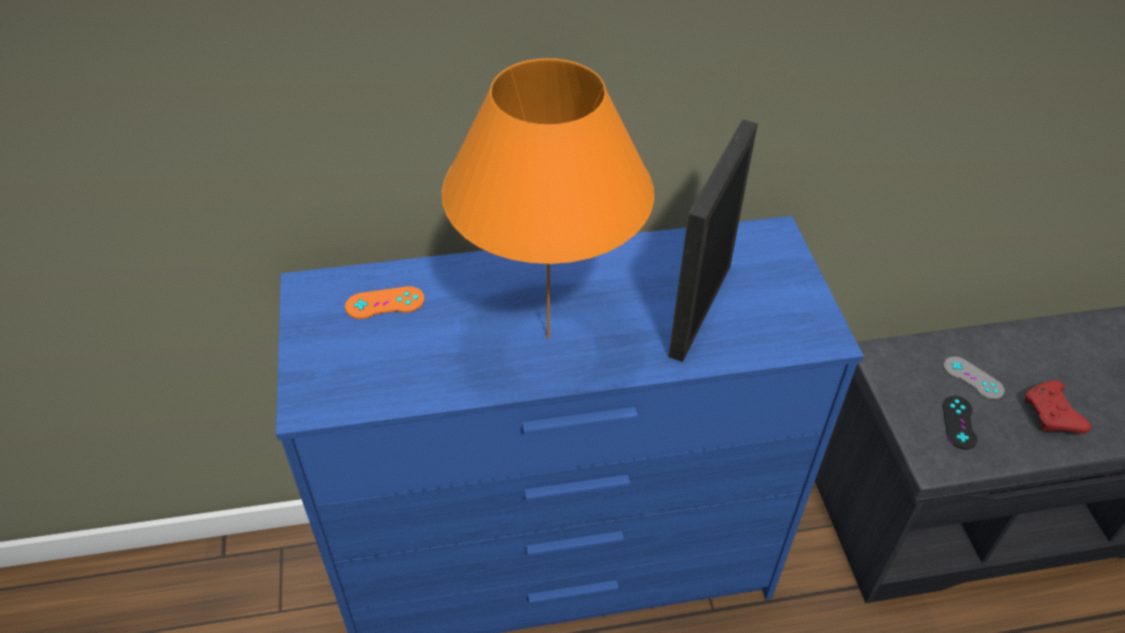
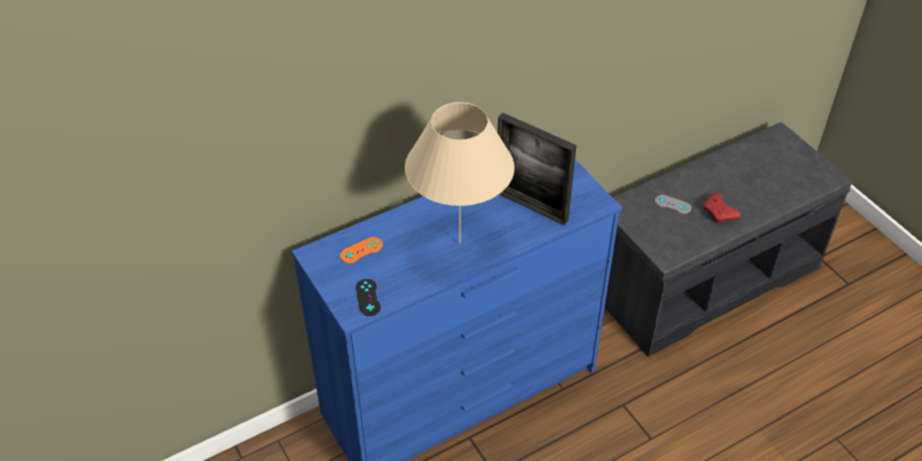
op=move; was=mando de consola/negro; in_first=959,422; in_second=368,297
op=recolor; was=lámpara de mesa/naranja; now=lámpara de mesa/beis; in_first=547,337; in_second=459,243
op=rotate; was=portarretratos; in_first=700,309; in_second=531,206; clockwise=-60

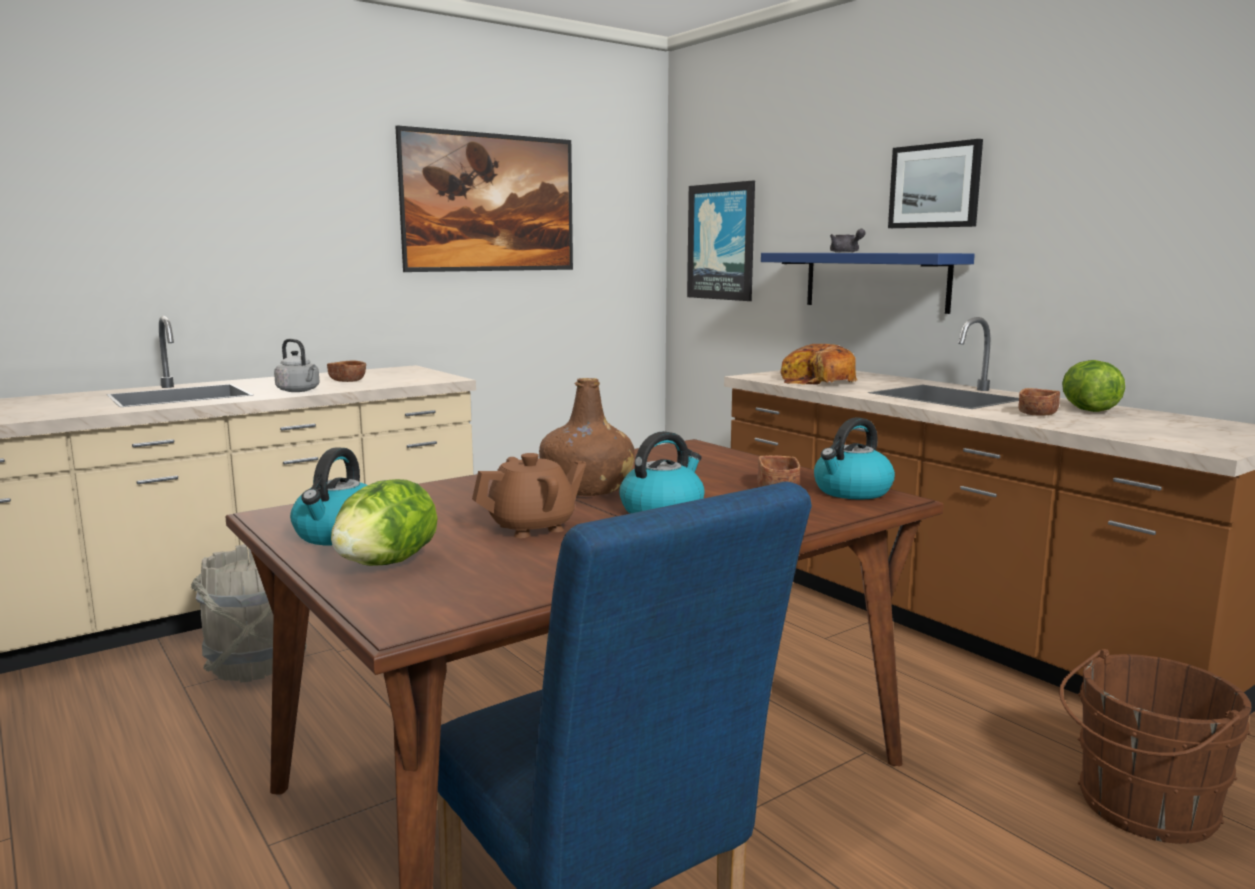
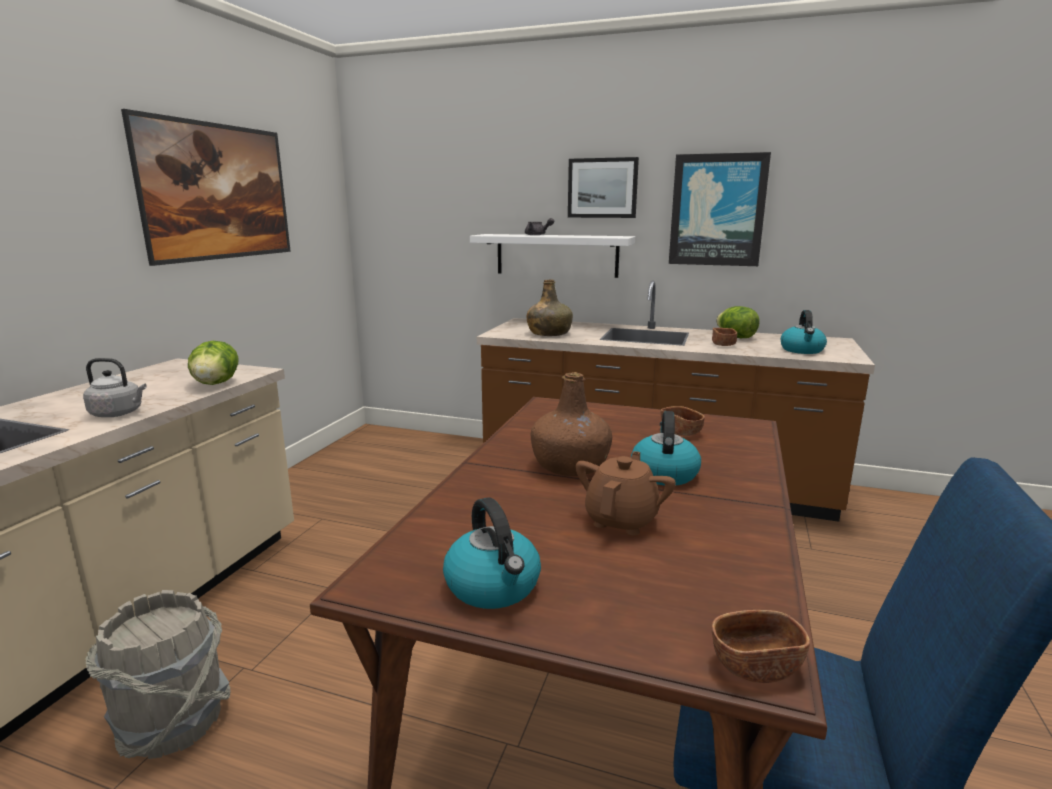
op=delete; was=cubo/marrón; in_first=1140,808
op=move; was=cuenco/marrón; in_first=347,381; in_second=756,665
op=move; was=lechuga; in_first=386,563; in_second=216,383
op=move; was=cuadro; in_first=721,242; in_second=717,210
op=move; was=hervidor; in_first=852,491; in_second=802,350
op=replace; was=pan; now=botella/verde; in_first=818,382; in_second=549,333
op=recolor; was=estante/azul; now=estante/blanco; in_first=875,281; in_second=556,255

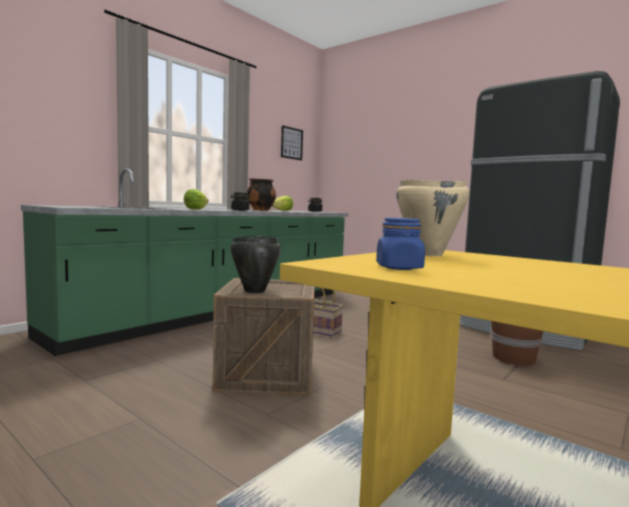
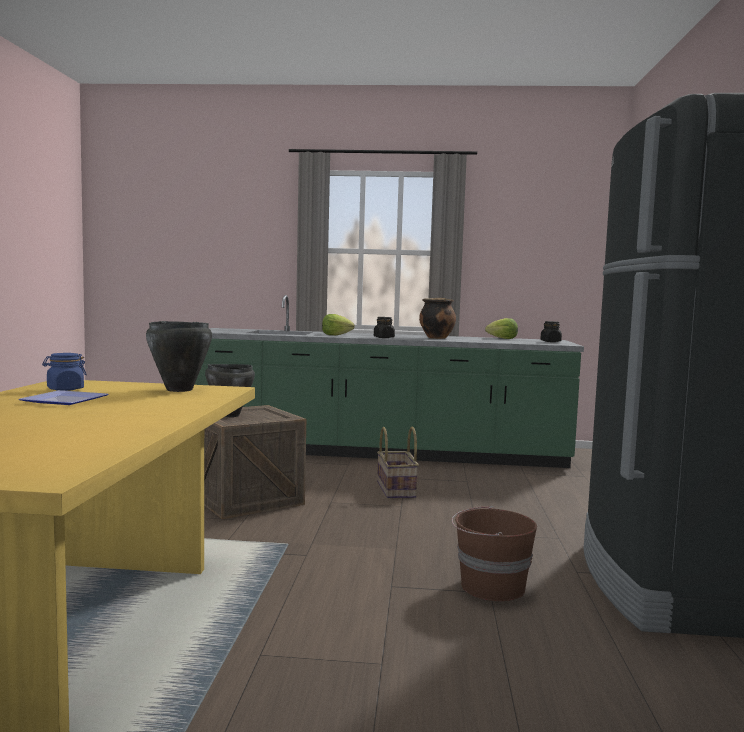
op=delete; was=cuadro; in_first=291,143
op=insert; now=plato; in_second=68,401
op=recolor; was=olla/beis; now=olla/negro; in_first=429,254; in_second=179,390

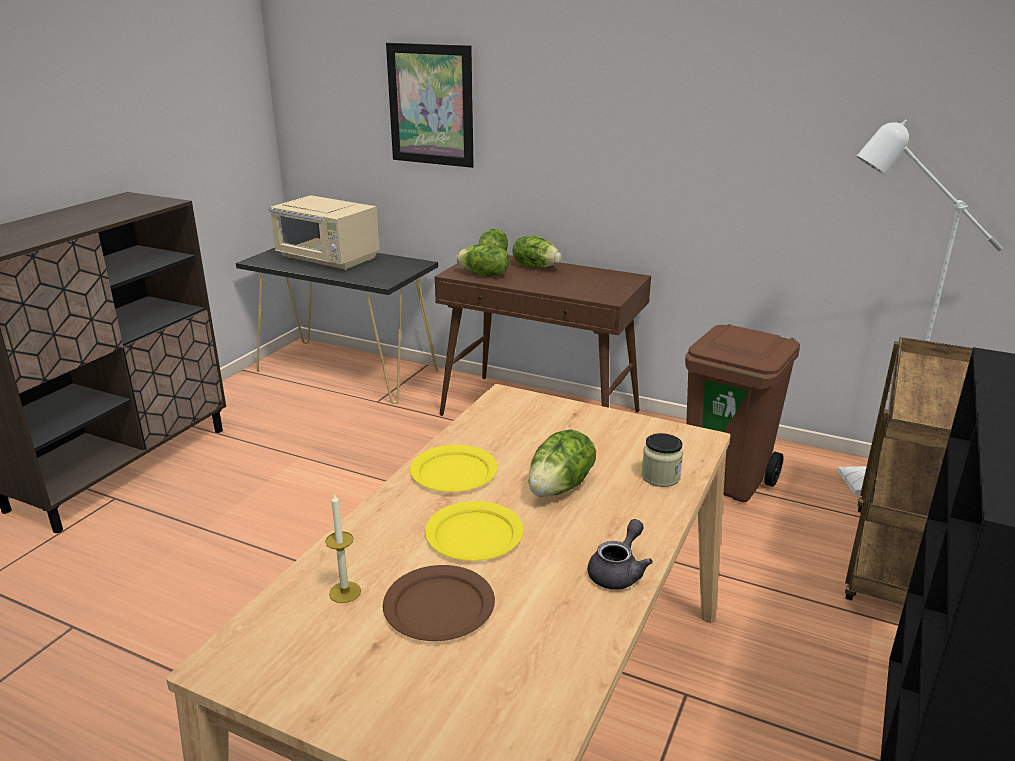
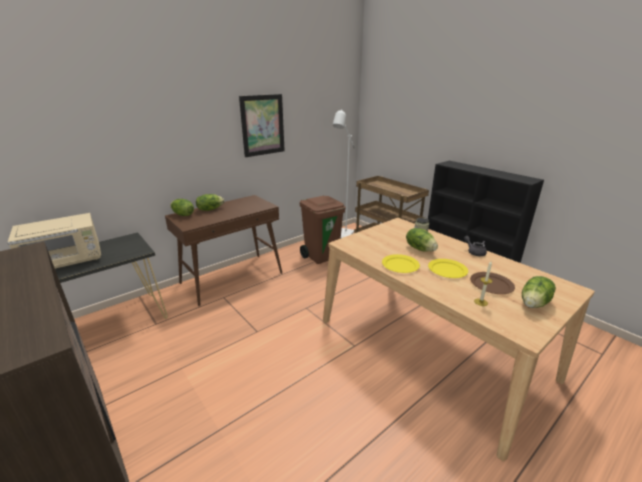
op=move; was=cuadro; in_first=431,105; in_second=262,125
op=move; was=lechuga; in_first=484,275; in_second=534,303

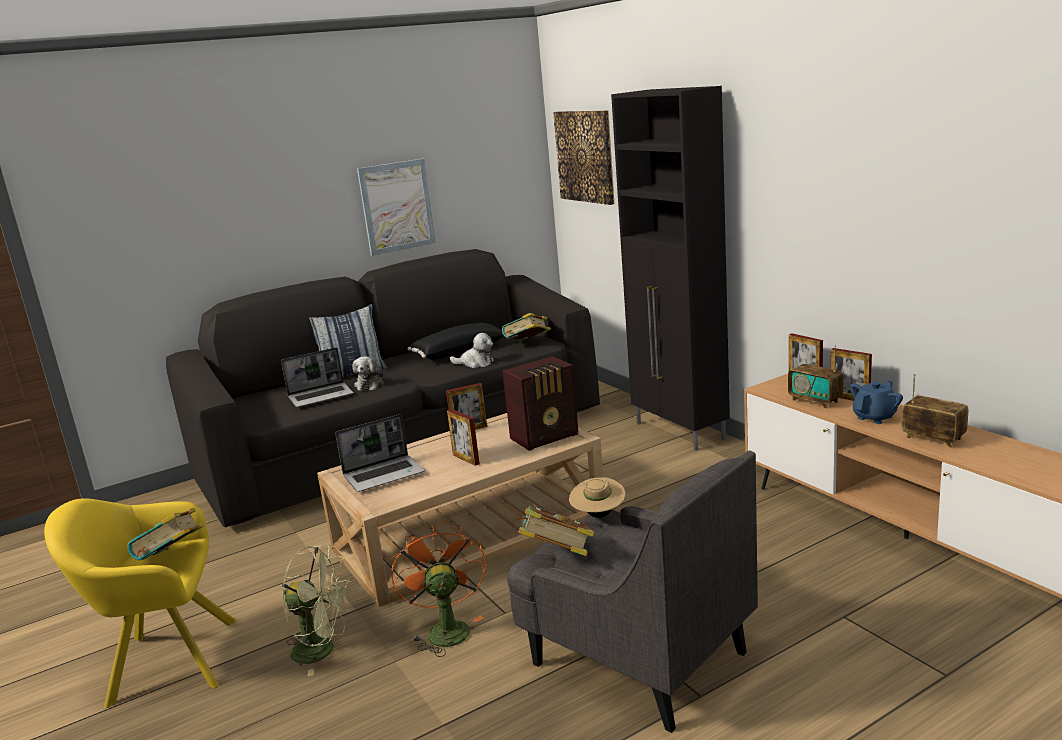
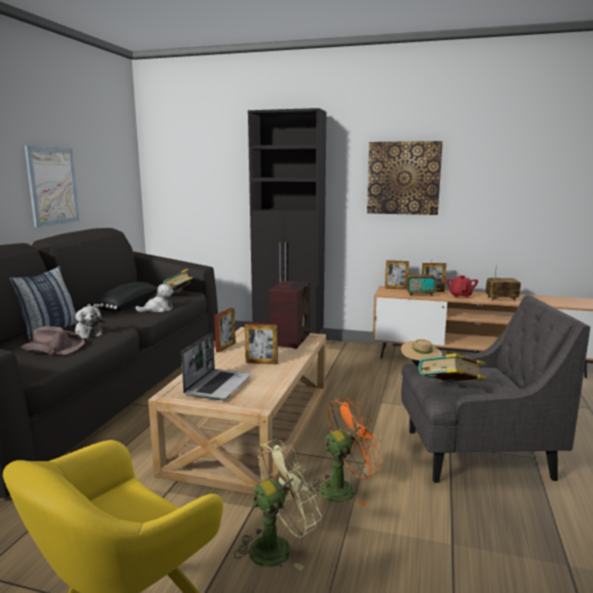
op=delete; was=libro; in_first=173,559
op=move; was=cuadro; in_first=585,156; in_second=403,178
op=replace; was=portátil; now=sombrero/marrón; in_first=321,396; in_second=52,347
op=recolor; was=tetera/azul; now=tetera/rojo; in_first=875,417; in_second=460,296
op=rotate; was=ventilador/naranja; in_first=445,629; in_second=344,488; clockwise=120

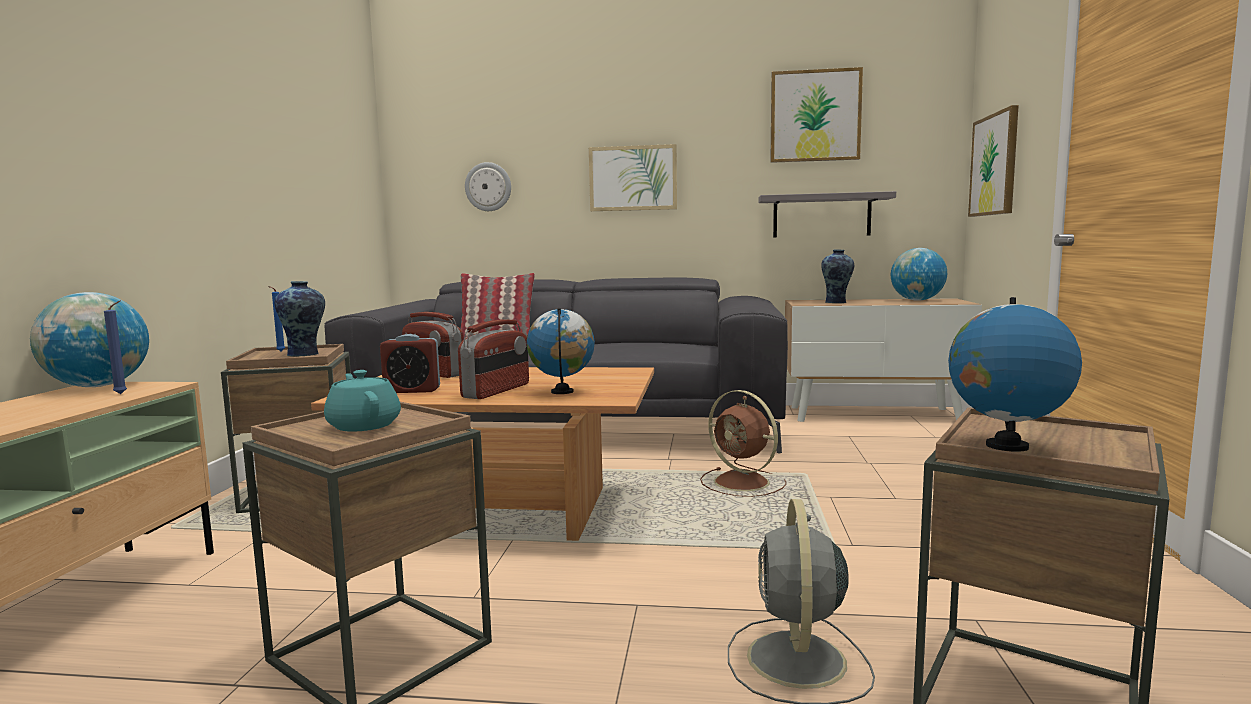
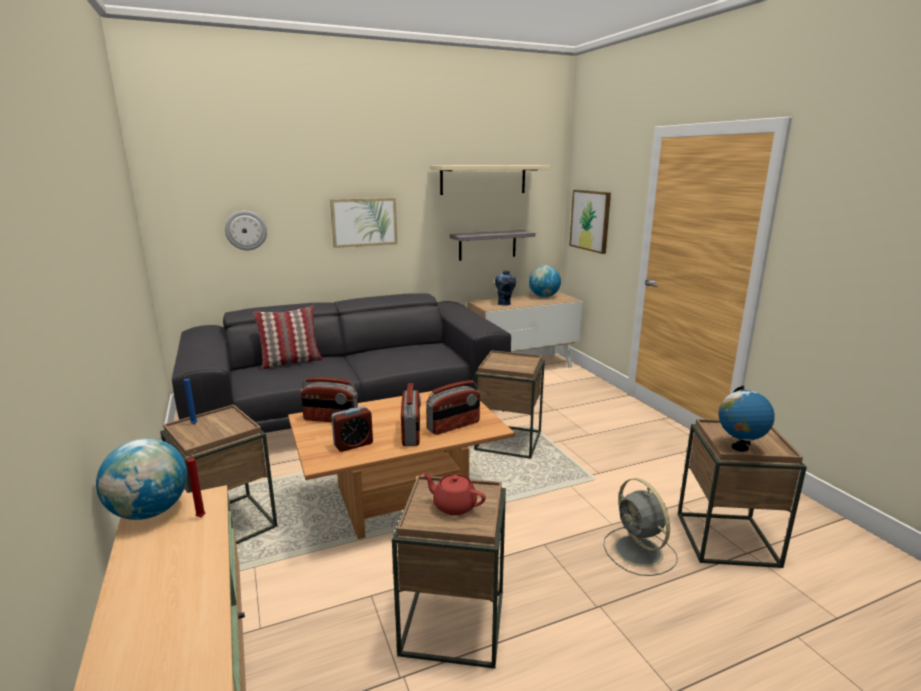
op=delete; was=florero; in_first=305,354
op=replace; was=globo terráqueo; now=radio; in_first=562,392; in_second=454,426
op=replace; was=ventilador/marrón; now=mesa auxiliar/marrón; in_first=743,483; in_second=508,441
op=replace; was=cuadro; now=estante/beis; in_first=815,116; in_second=483,179
op=recolor; was=vela/azul; now=vela/rojo; in_first=123,394; in_second=202,516
op=recolor; was=tetera/turquesa; now=tetera/rojo; in_first=364,425; in_second=454,505

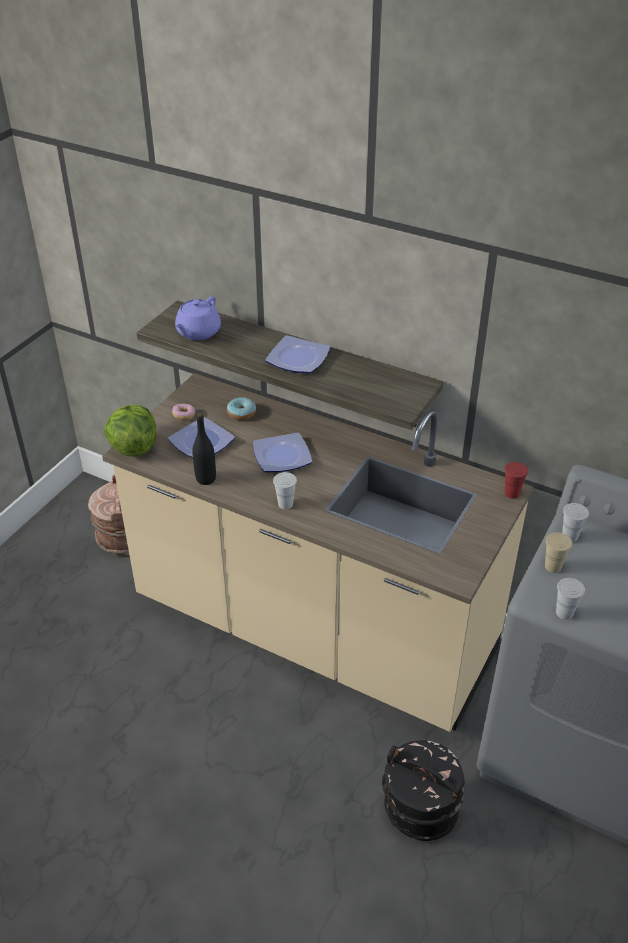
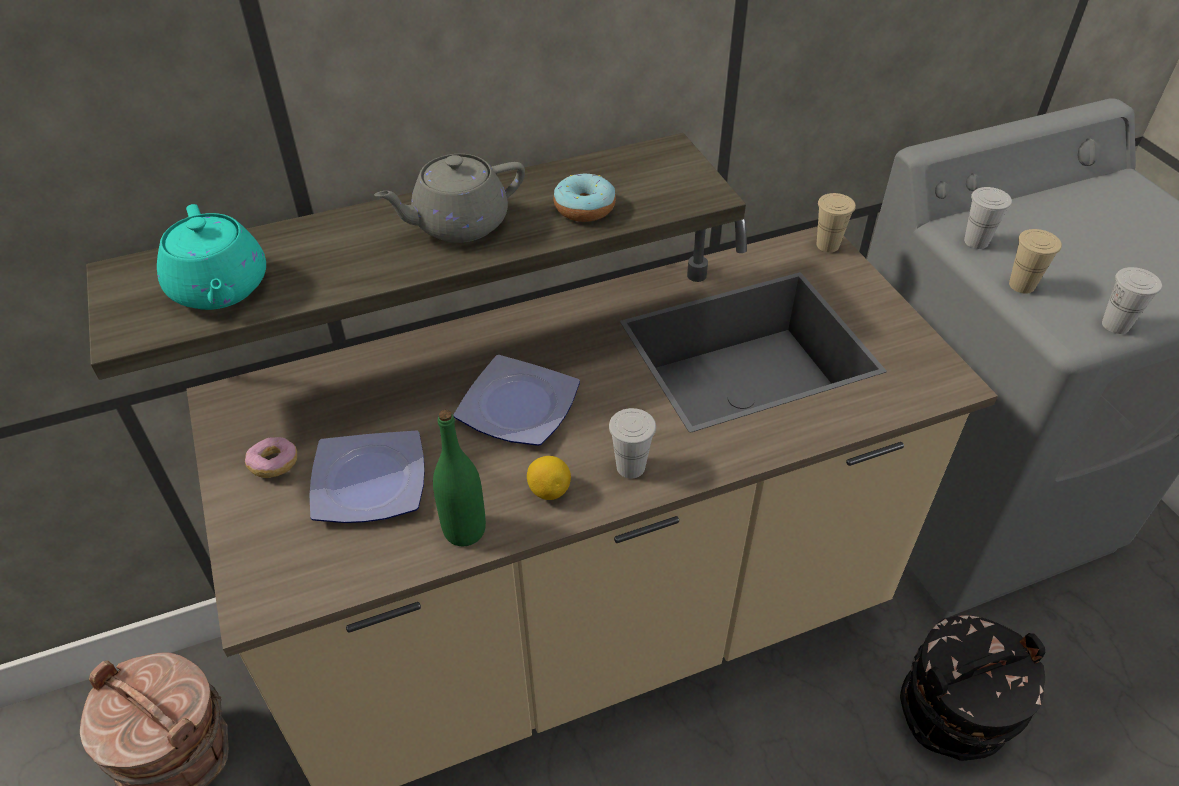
op=delete; was=lechuga; in_first=133,447
op=insert; now=limón; in_second=549,490
op=move; was=rosquilla; in_first=241,413; in_second=584,208
op=replace; was=plato; now=tetera/gris; in_first=298,359; in_second=458,224
op=recolor; was=tetera/morado; now=tetera/turquesa; in_first=198,332; in_second=220,289
op=recolor; was=botella/negro; now=botella/verde; in_first=206,479; in_second=464,530
op=recolor; was=taza/rojo; now=taza/beis; in_first=512,493; in_second=827,245

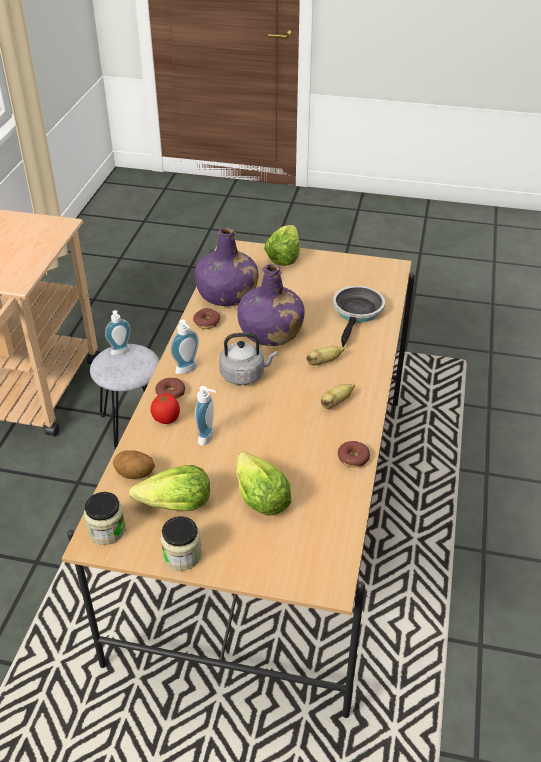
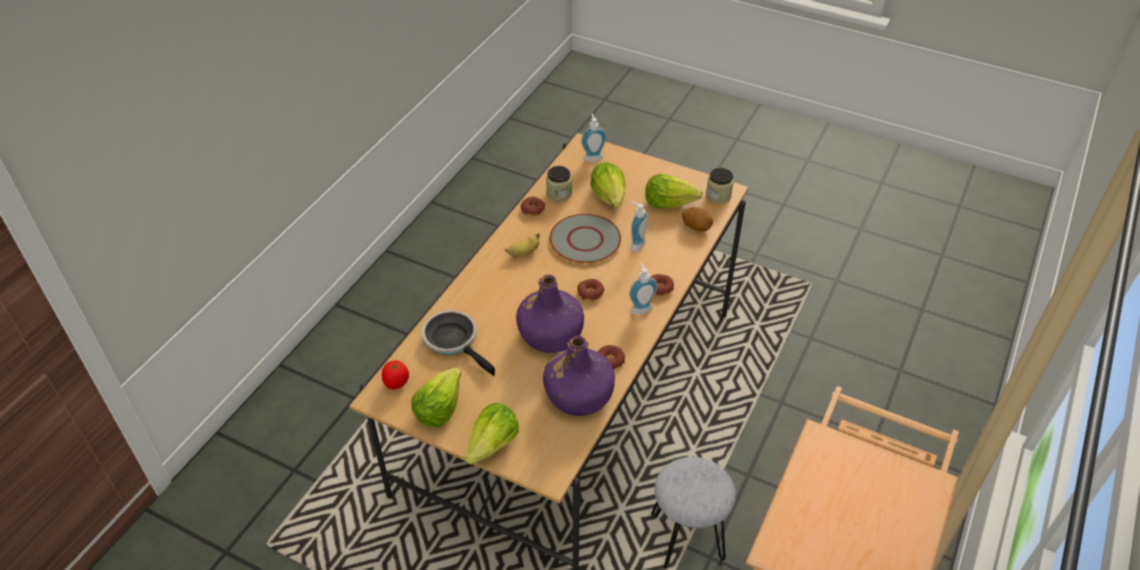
op=delete; was=plátano; in_first=323,362
op=insert; now=lechuga; in_second=439,408
op=insert; now=plato/gris; in_second=585,240
op=move; was=dispensador de jabón; in_first=121,352; in_second=592,157
op=move; was=tomate; in_first=166,418; in_second=396,383
op=move; was=tarro; in_first=182,555; in_second=559,194
op=replace; was=hervidor/gris; now=rosquilla; in_first=245,375; in_second=590,293
op=rotate; was=sartén; in_first=357,313; in_second=454,341; clockwise=105

